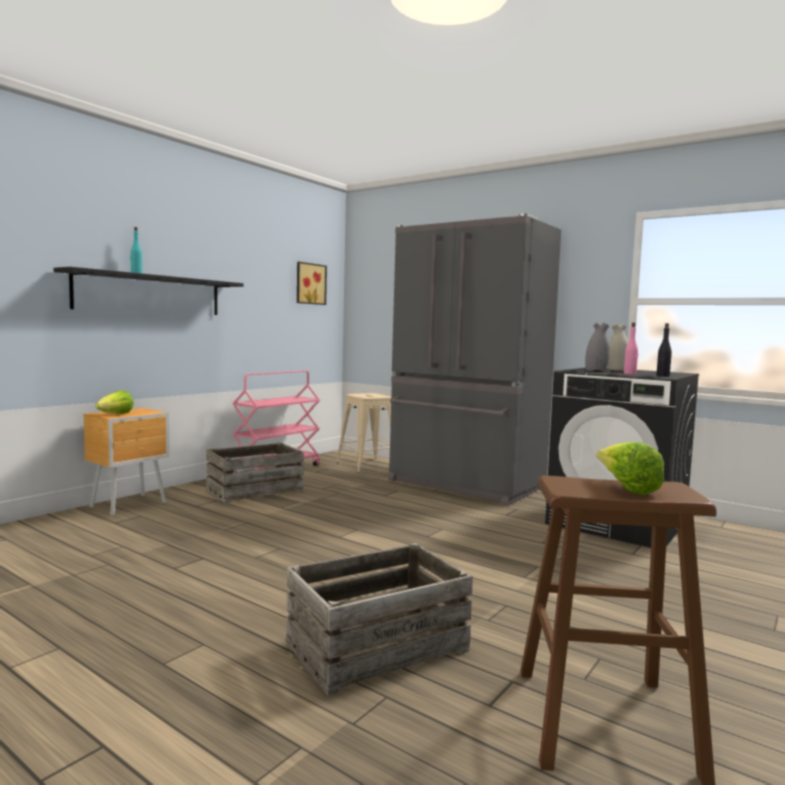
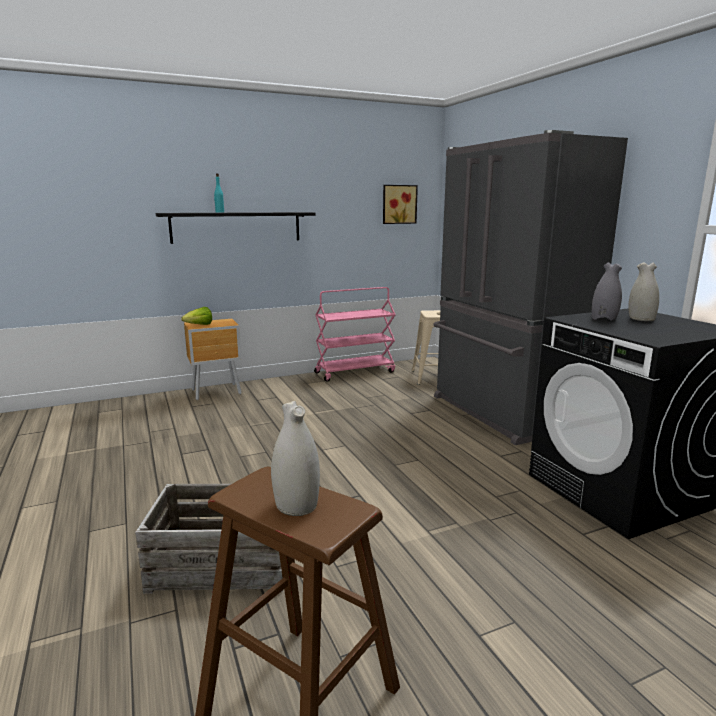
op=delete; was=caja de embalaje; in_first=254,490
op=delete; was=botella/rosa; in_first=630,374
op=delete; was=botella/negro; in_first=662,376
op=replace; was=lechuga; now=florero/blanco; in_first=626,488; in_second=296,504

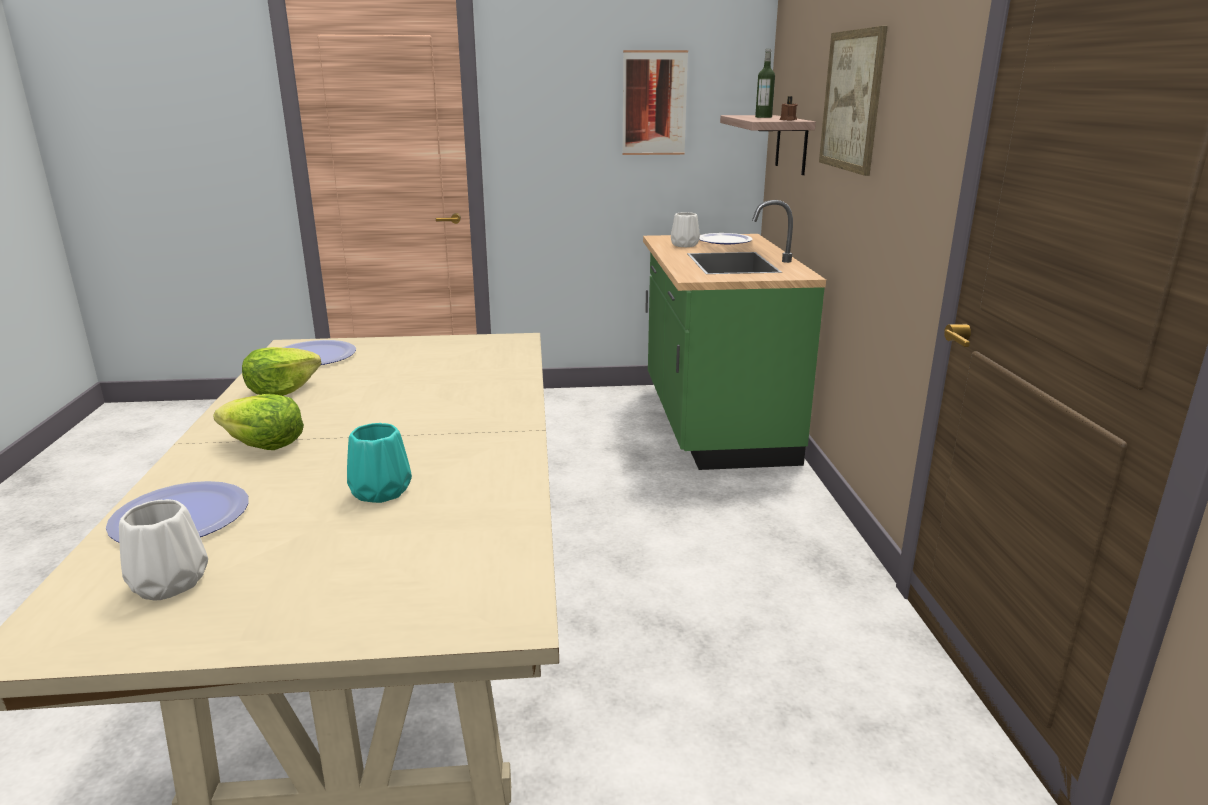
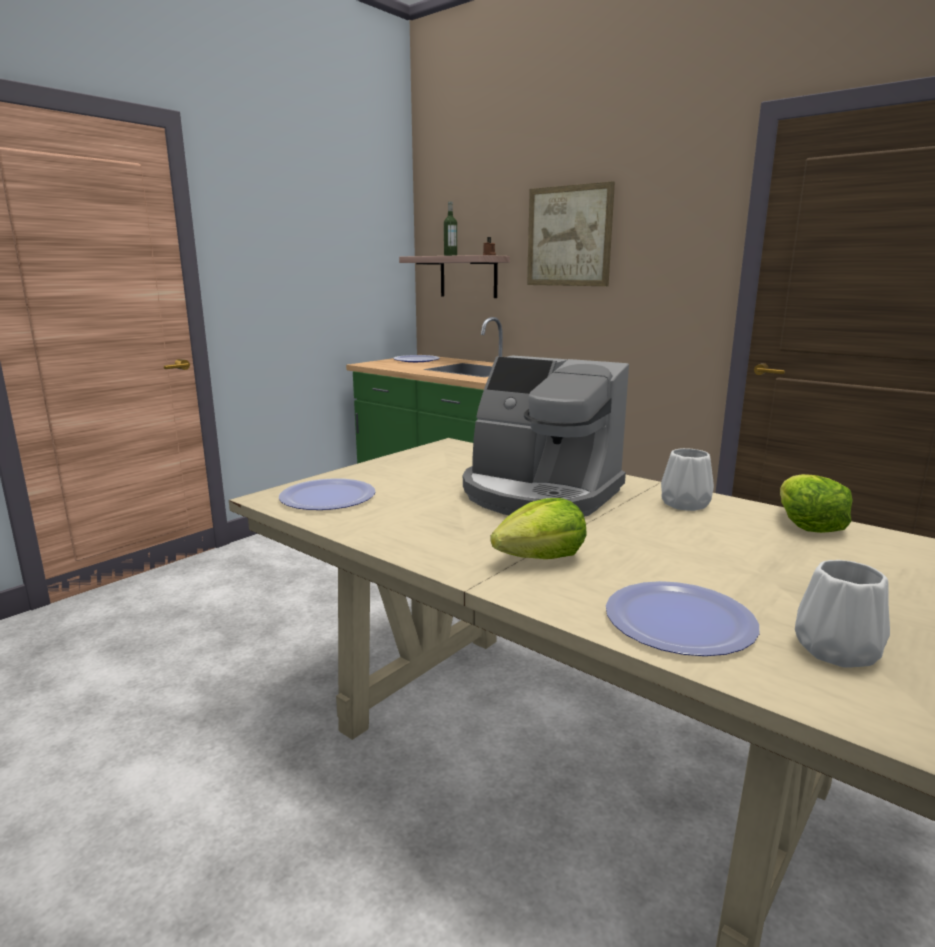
op=delete; was=florero/turquesa; in_first=380,492
op=delete; was=cuadro; in_first=654,103
op=insert; now=cafetera; in_second=539,494
op=move; was=lechuga; in_first=282,390; in_second=807,525
op=move; was=florero/blanco; in_first=684,245; in_second=684,504

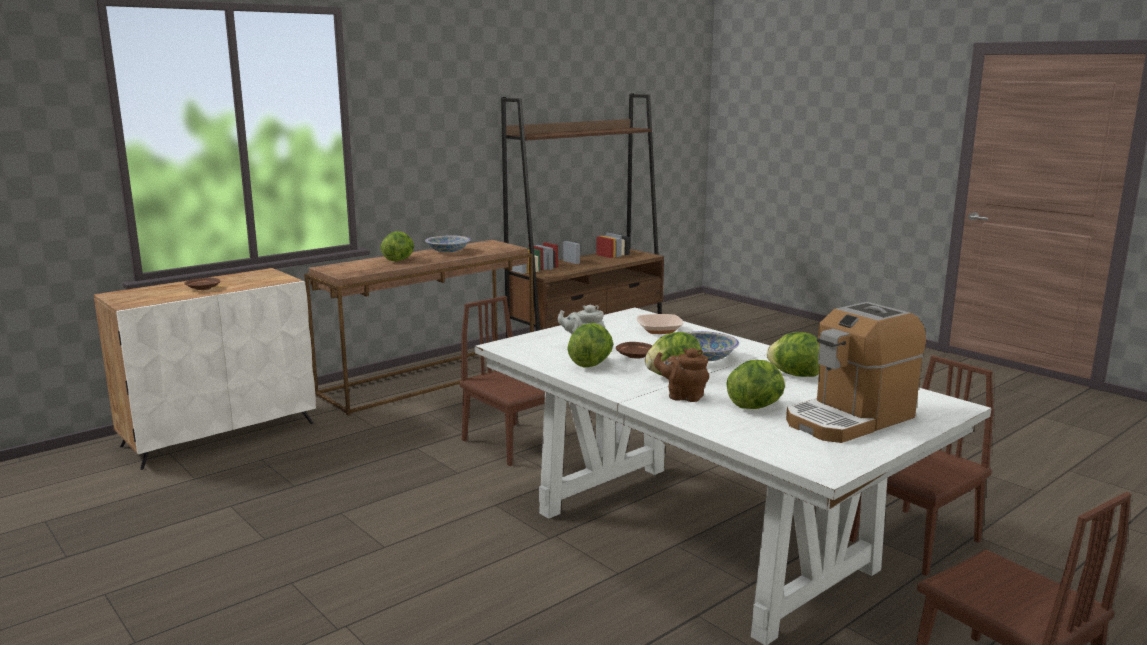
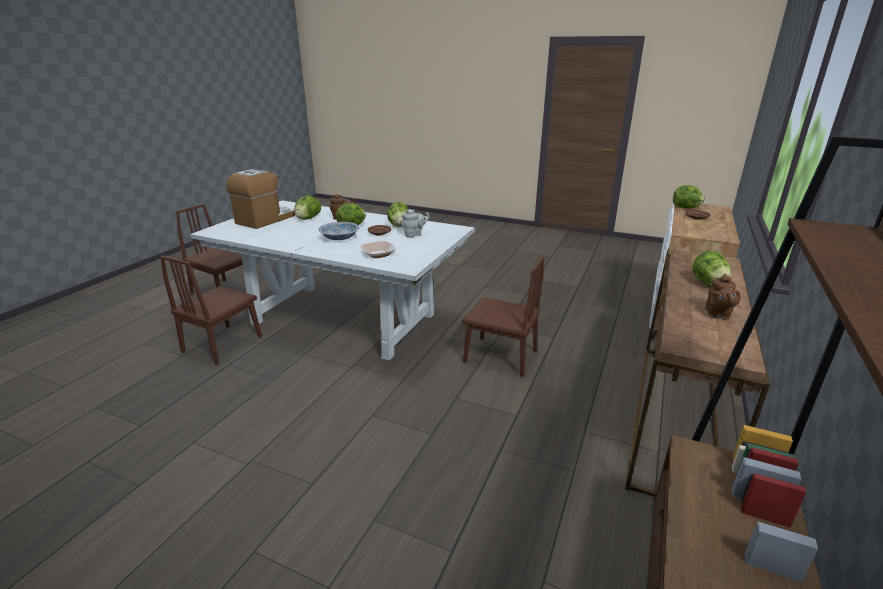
op=move; was=lechuga; in_first=795,375; in_second=686,208
op=replace; was=cuenco; now=tetera/marrón; in_first=448,251; in_second=717,314

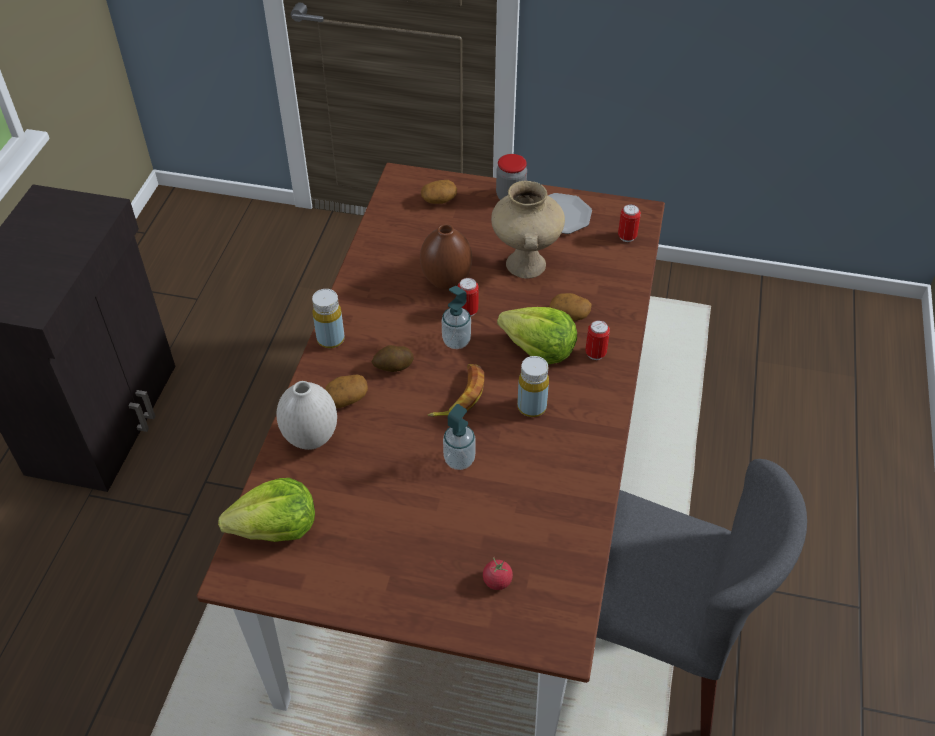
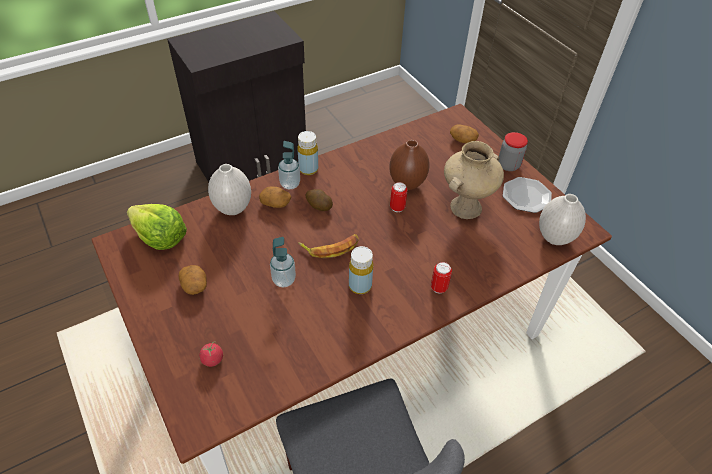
op=delete; was=lechuga; in_first=539,349
op=move; was=dispensador de jabón; in_first=456,341; in_second=290,184
op=move; was=patata; in_first=569,315; in_second=195,285
op=replace; was=lata; now=florero/blanco; in_first=627,237; in_second=554,237

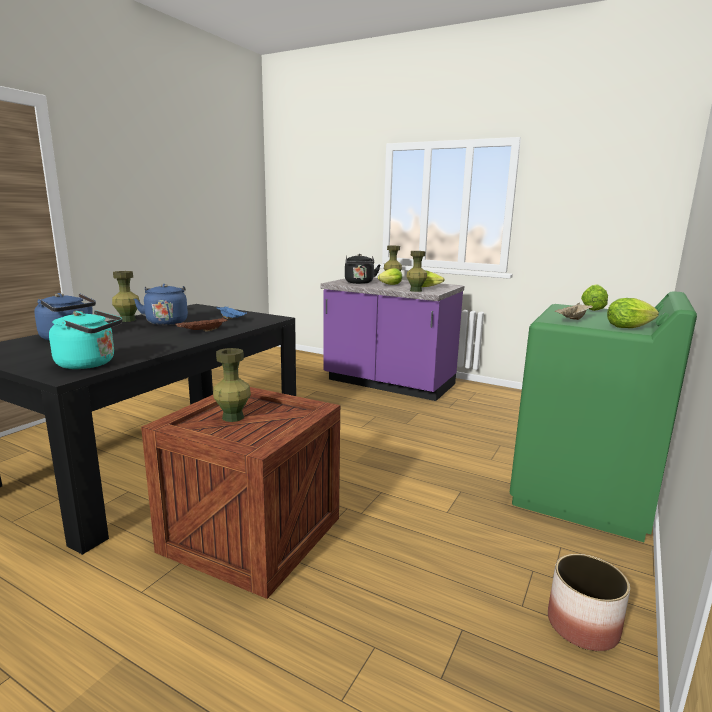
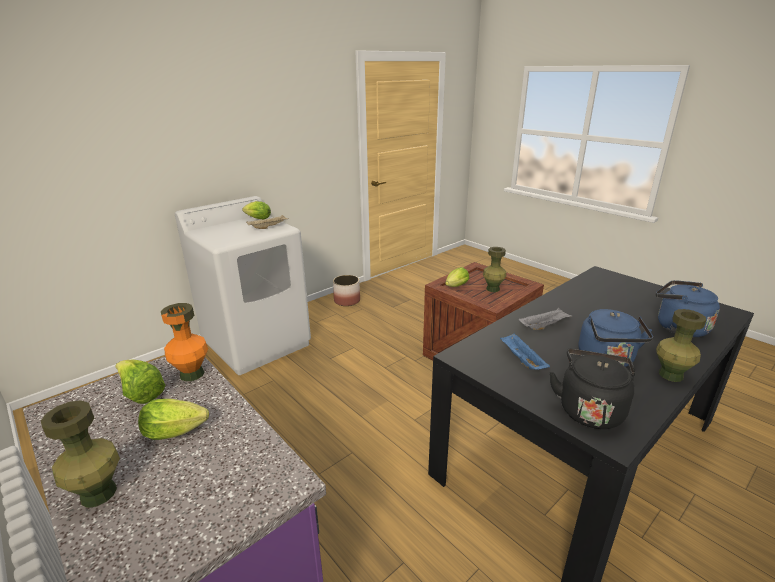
op=delete; was=hervidor/turquesa; in_first=90,364
op=move; was=hervidor/negro; in_first=359,283; in_second=589,409
op=move; was=lechuga; in_first=592,309; in_second=455,287
op=recolor; was=bandeja/marrón; now=bandeja/gris; in_first=202,331; in_second=543,326
op=recolor; was=florero/verde; now=florero/naranja; in_first=415,290; in_second=192,374
op=recolor; was=lavadora/verde; now=lavadora/blanco; in_first=581,494; in_second=257,343

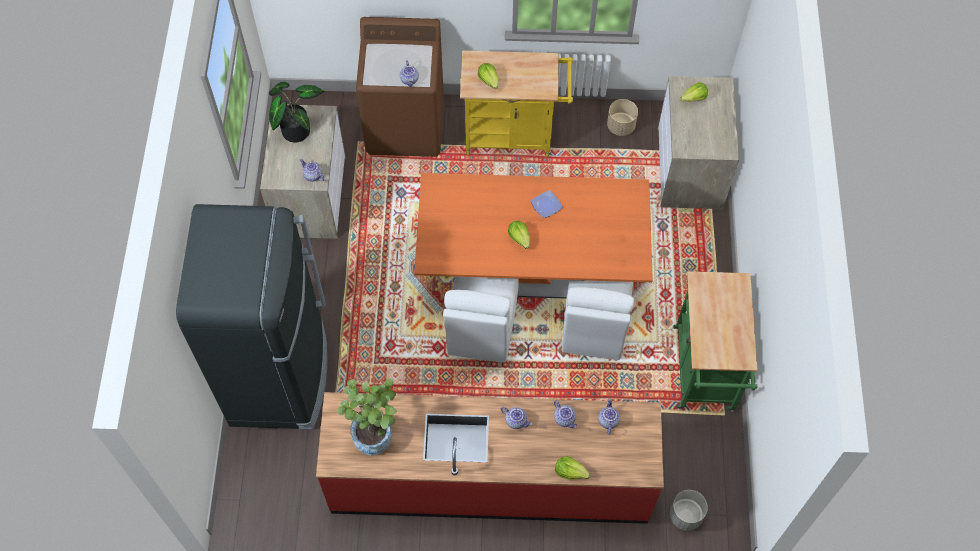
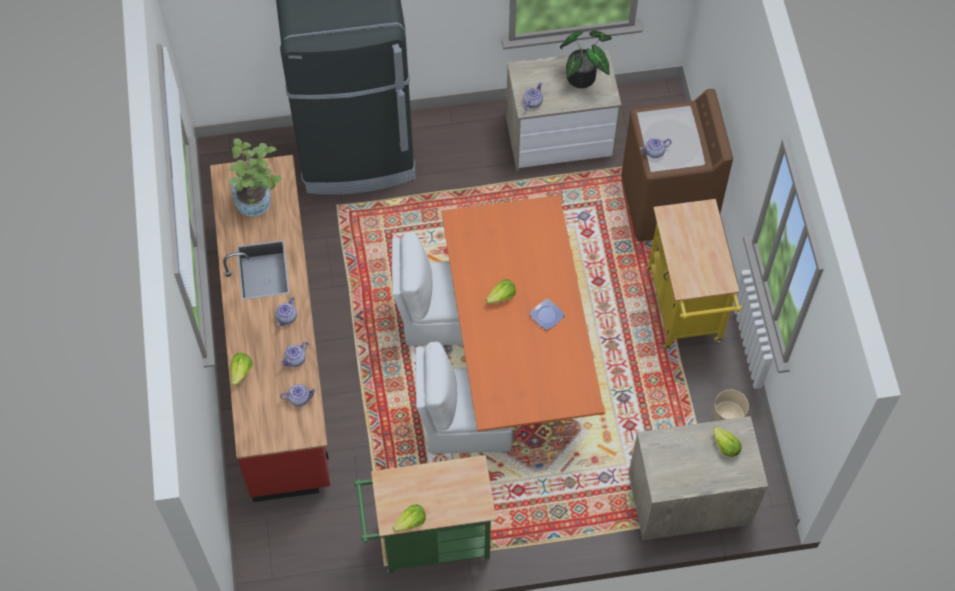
op=delete; was=maceta/gris; in_first=686,515
op=move; was=lechuga; in_first=489,80; in_second=411,522

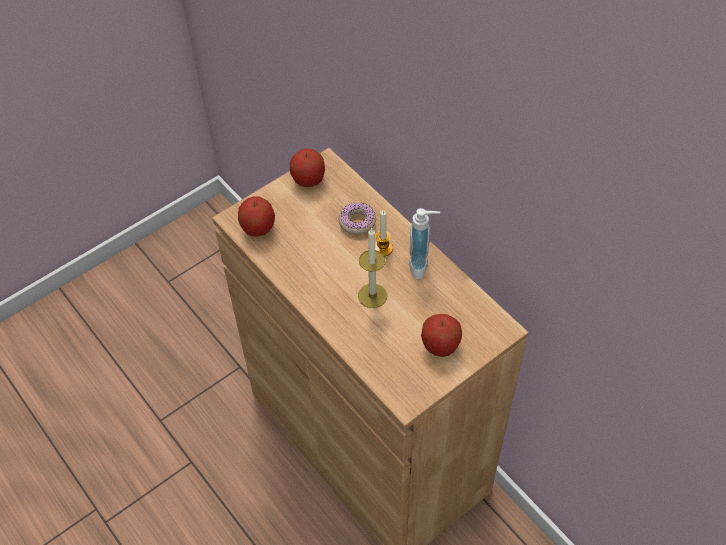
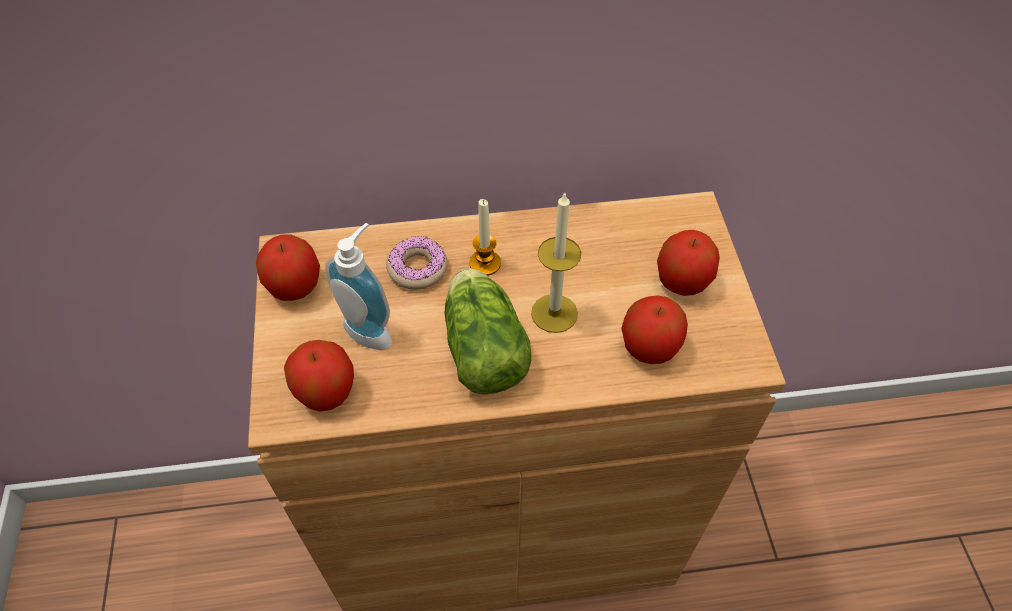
op=insert; now=lechuga; in_second=483,345
op=insert; now=manzana; in_second=649,348
op=move; was=dispensador de jabón; in_first=422,265; in_second=372,329

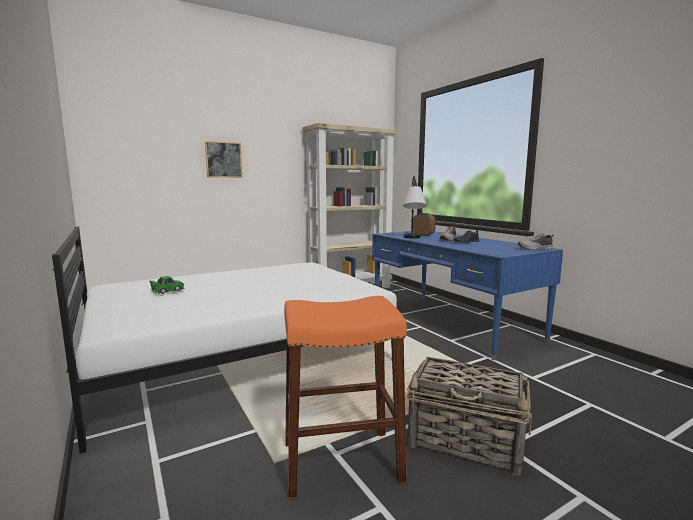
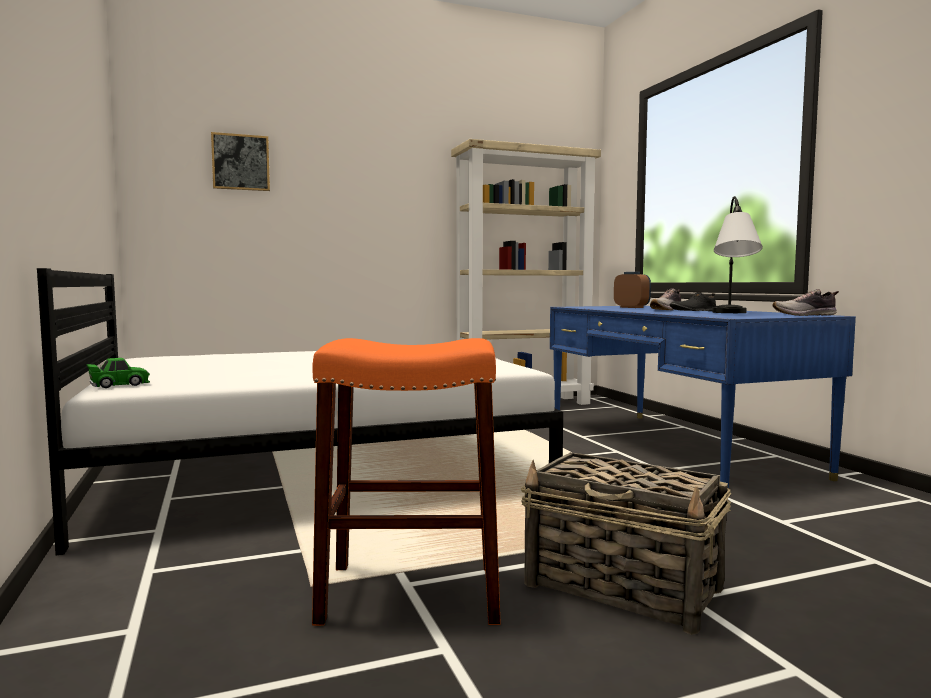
op=move; was=coche de juguete/verde; in_first=168,291; in_second=119,385
op=move; was=cuadro; in_first=223,159; in_second=240,162
op=move; was=lámpara de mesa; in_first=412,238; in_second=731,313

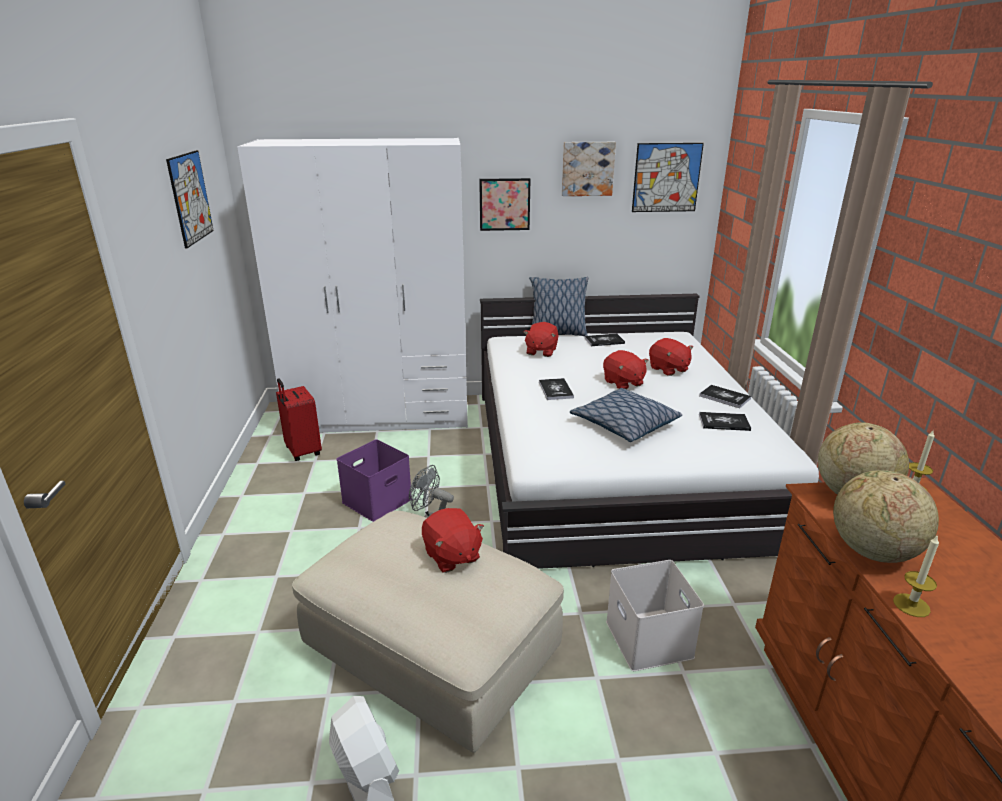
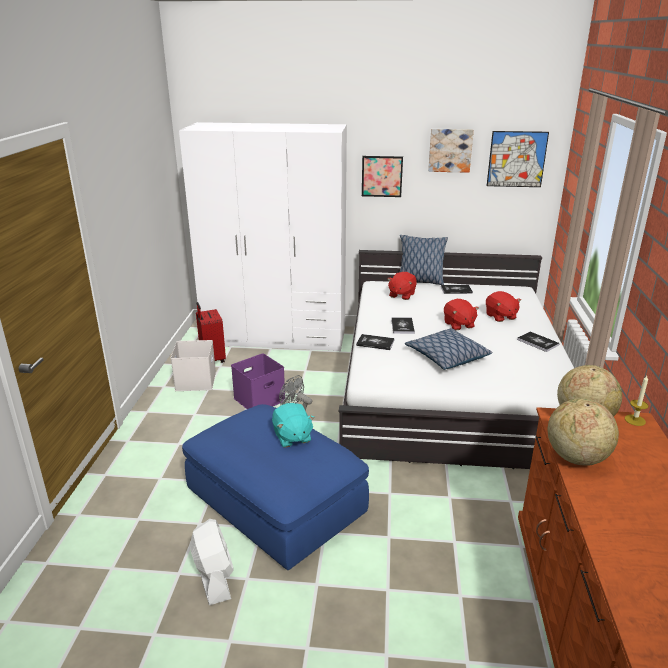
op=delete; was=cuadro; in_first=190,198
op=delete; was=vela; in_first=911,605
op=move; was=caja de almacenaje/blanco; in_first=651,639; in_second=196,381
op=move; was=libro; in_first=724,422; in_second=375,343
op=recolor; was=puf/beis; now=puf/azul; in_first=433,648; in_second=277,503
op=recolor; was=peluche/rojo; now=peluche/turquesa; in_first=451,556; in_second=292,437

